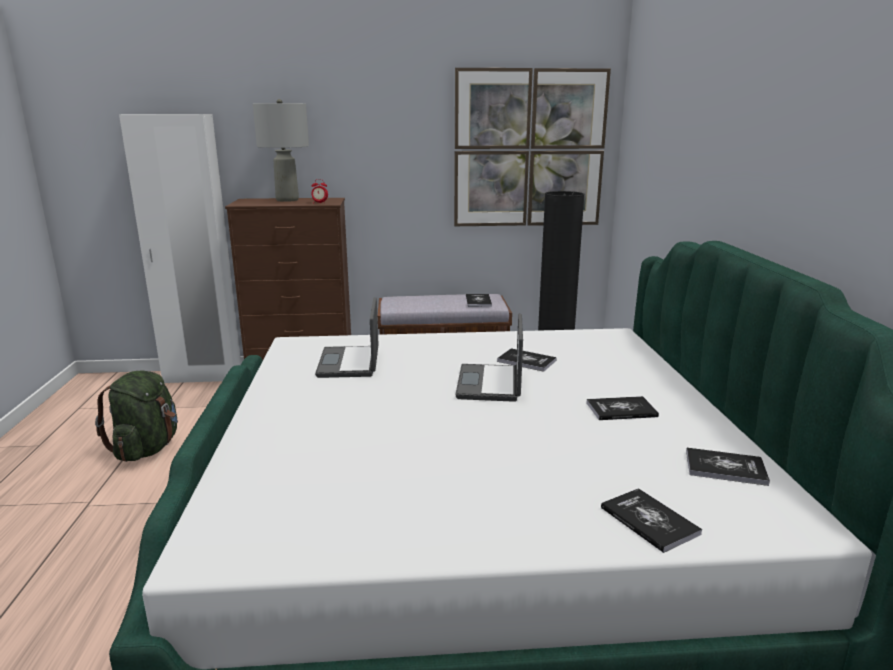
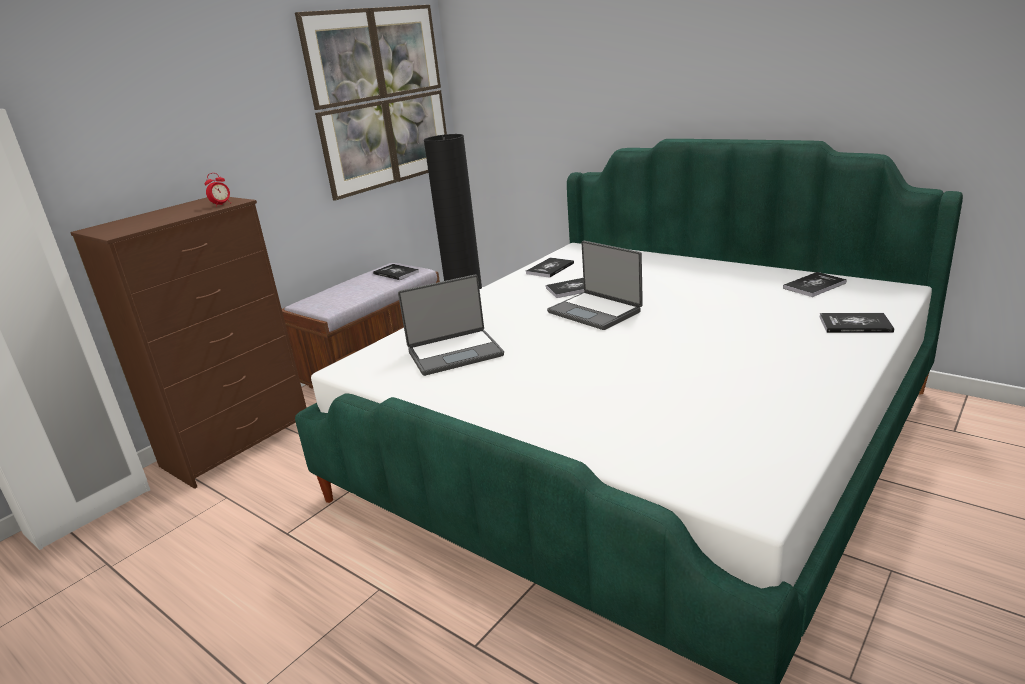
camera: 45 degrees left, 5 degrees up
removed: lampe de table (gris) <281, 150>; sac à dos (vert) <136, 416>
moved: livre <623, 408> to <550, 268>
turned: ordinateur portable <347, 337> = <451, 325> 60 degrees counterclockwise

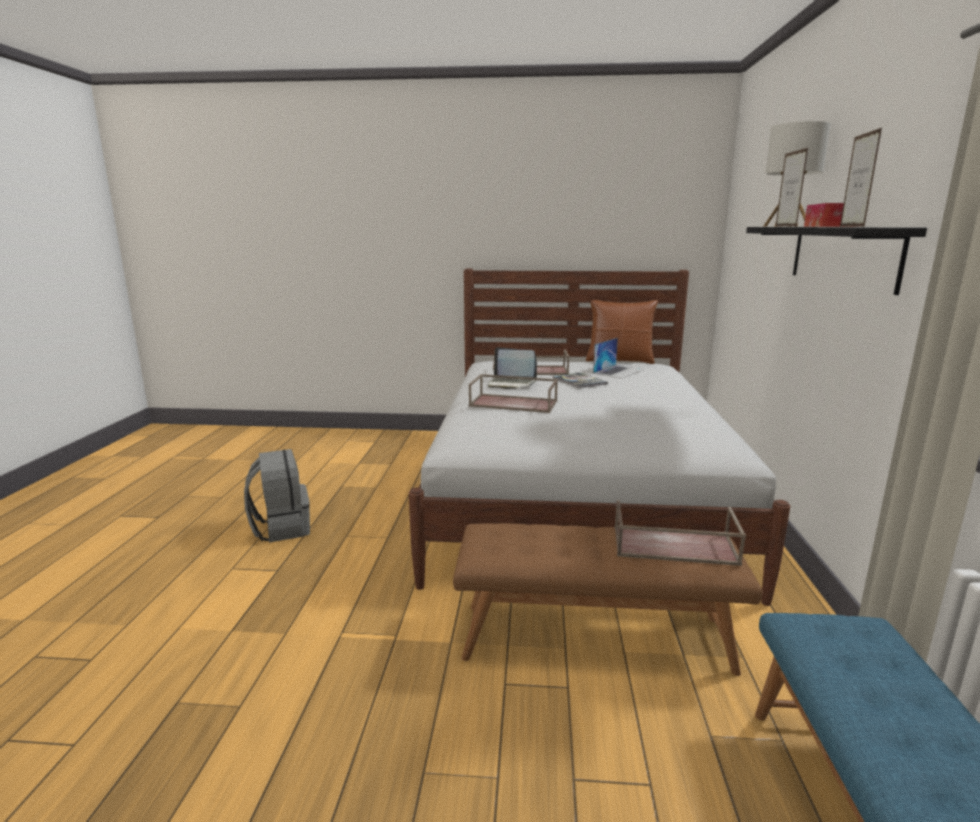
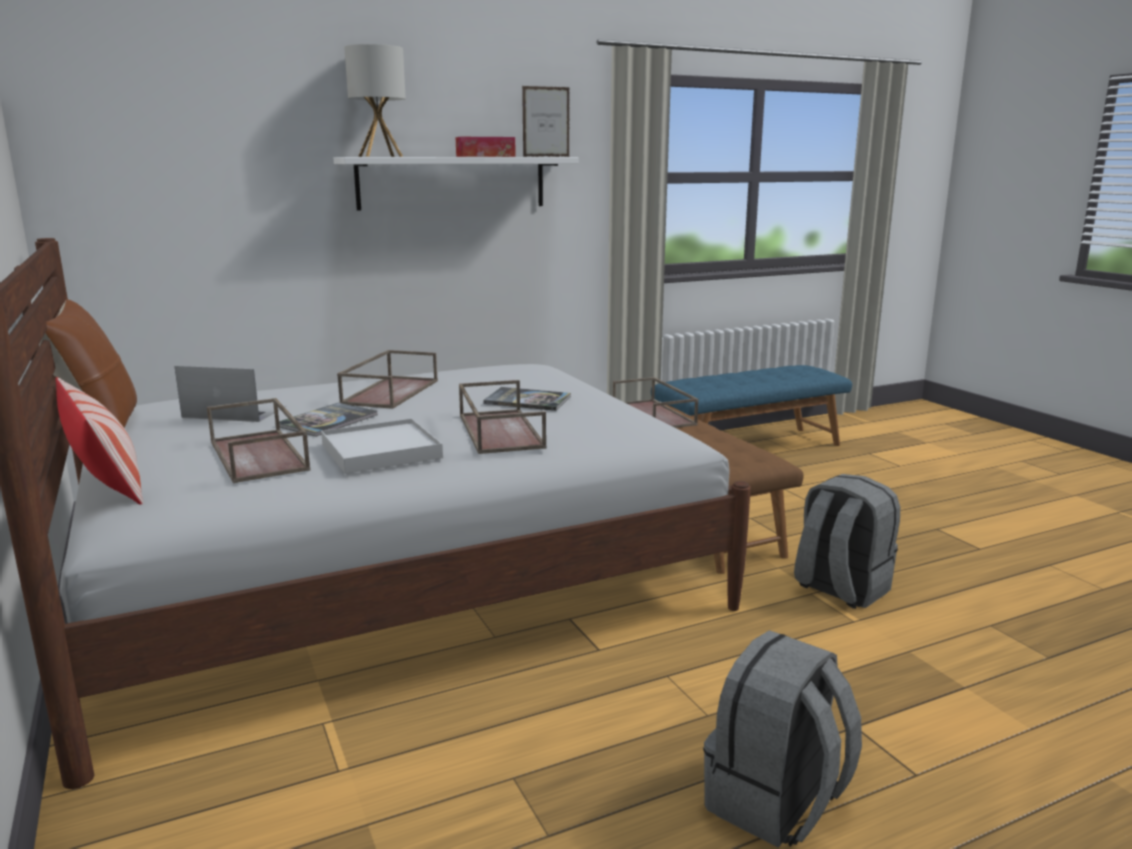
camera: 120 degrees left, 0 degrees up
removed: cadre photo <792, 187>
added: plateau (marron) <387, 379>; coussin <99, 441>; livre <527, 399>; sac à dos (gris) <847, 541>
replaced: ordinateur portable <512, 368> to plateau (blanc) <382, 446>
recoloured: étagère (noir) <836, 261> to étagère (blanc) <456, 184>

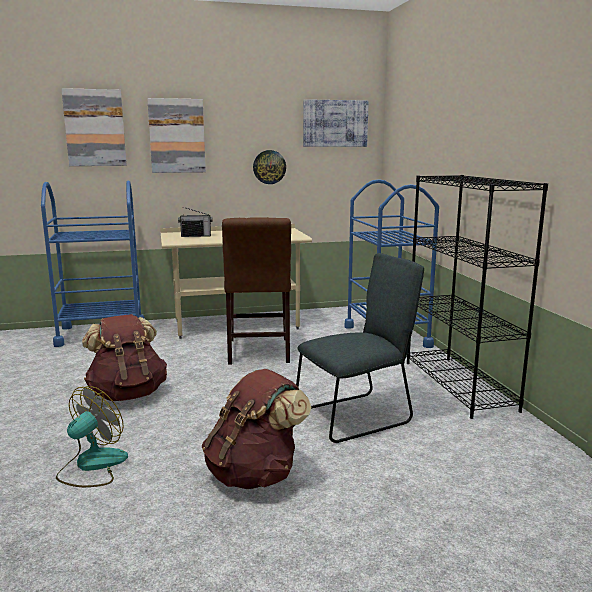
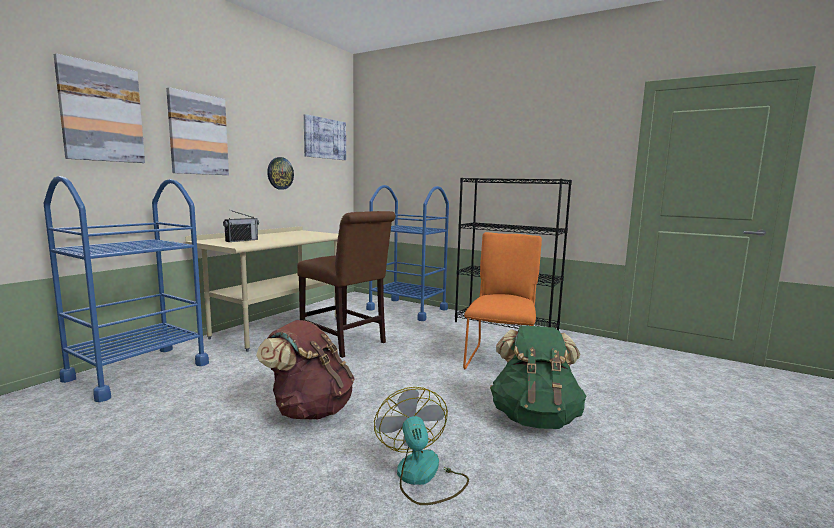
camera: 45 degrees left, 5 degrees down
recoloured: chaise (gris) <360, 348> to chaise (orange) <502, 300>; sac à dos (marron) <256, 429> to sac à dos (vert) <538, 377>

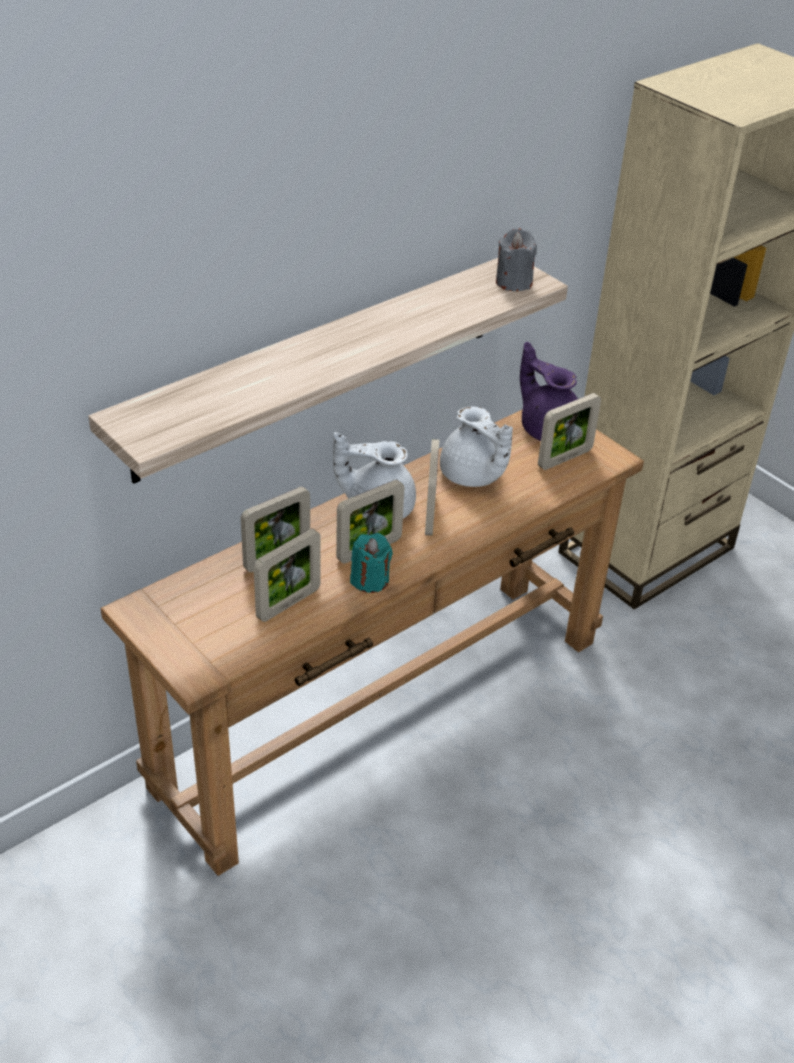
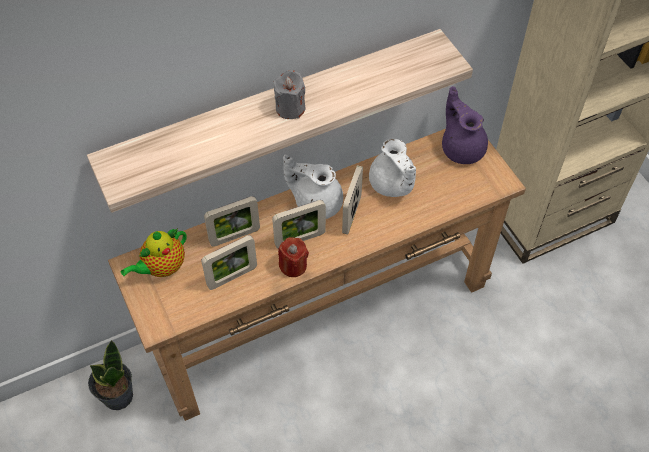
camera: 15 degrees right, 15 degrees up
removed: cadre photo <569, 431>
added: théière <154, 252>; plante en pot <110, 375>
moved: bougie (gris) <516, 259> to <289, 94>
recoloured: bougie (turquoise) <371, 563> to bougie (rouge) <293, 257>

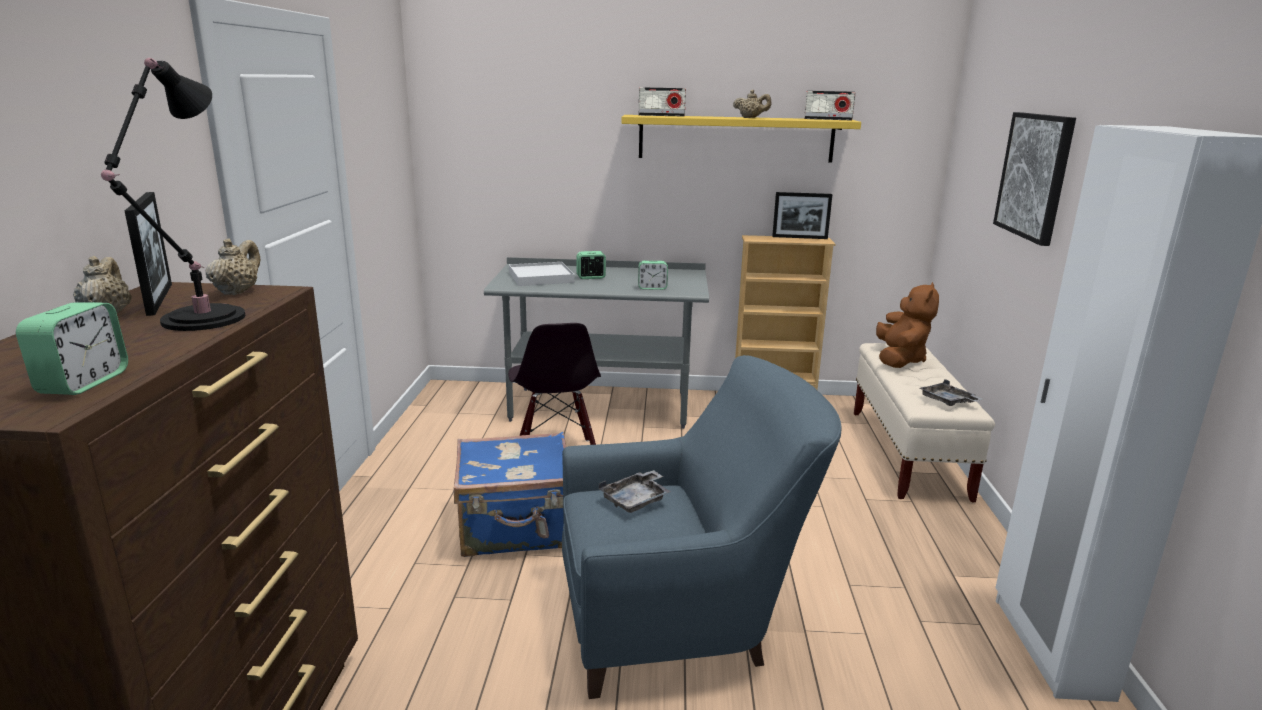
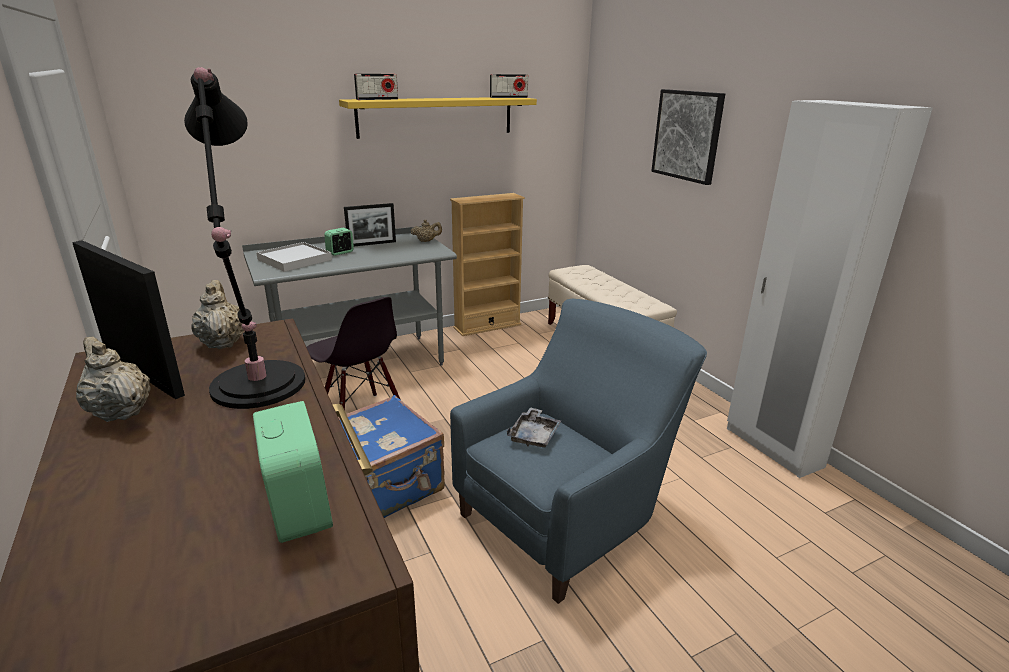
camera: 30 degrees left, 5 degrees up
removed: réveil <653, 275>; peluche (marron) <907, 325>; plateau (gris) <951, 392>
moved: théière (beige) <752, 104> to <426, 231>; cadre photo <802, 215> to <370, 224>

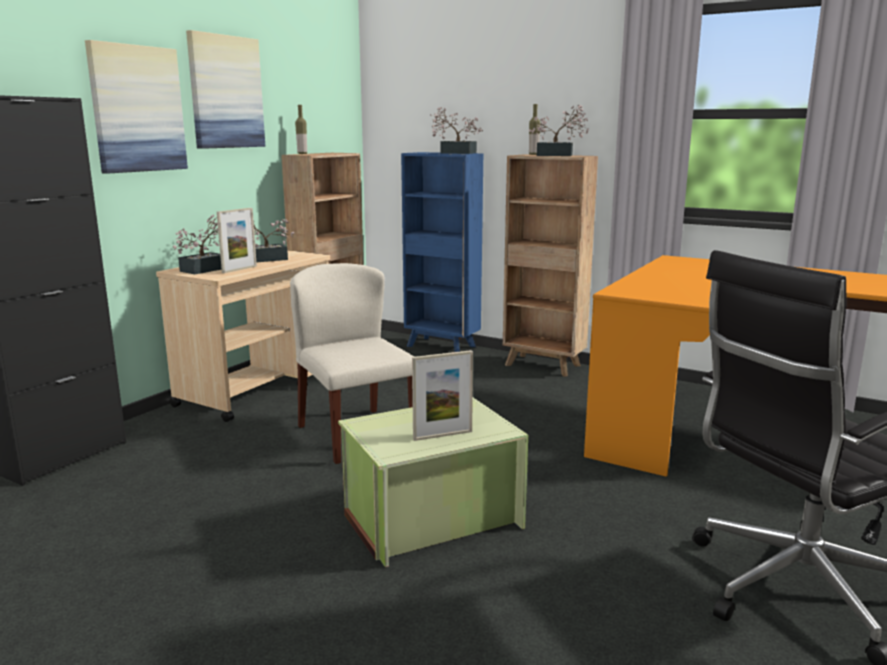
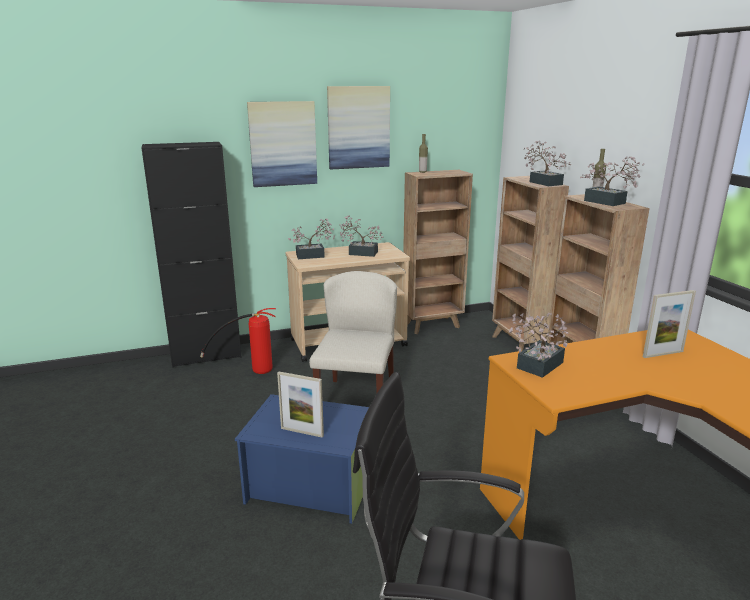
camera: 40 degrees right, 5 degrees up
added: extincteur <238, 341>; plante en pot <538, 345>
moved: cadre photo <237, 240> to <669, 324>
recoloured: bibliothèque (bleu) <442, 252> to bibliothèque (marron) <530, 263>; boîte de rangement (vert) <433, 482> to boîte de rangement (bleu) <302, 459>

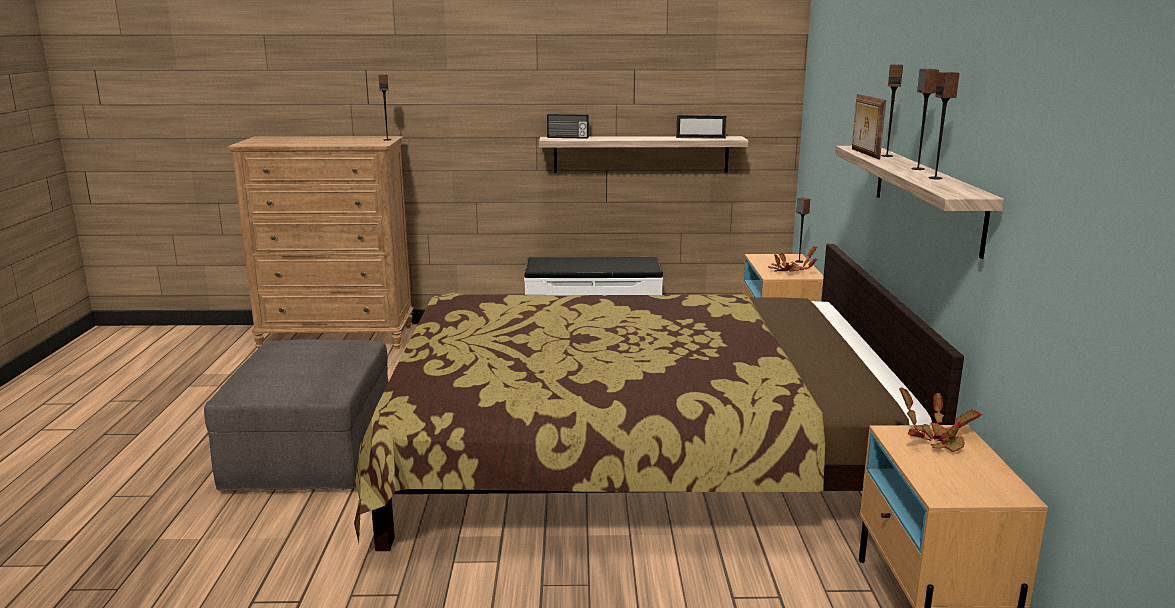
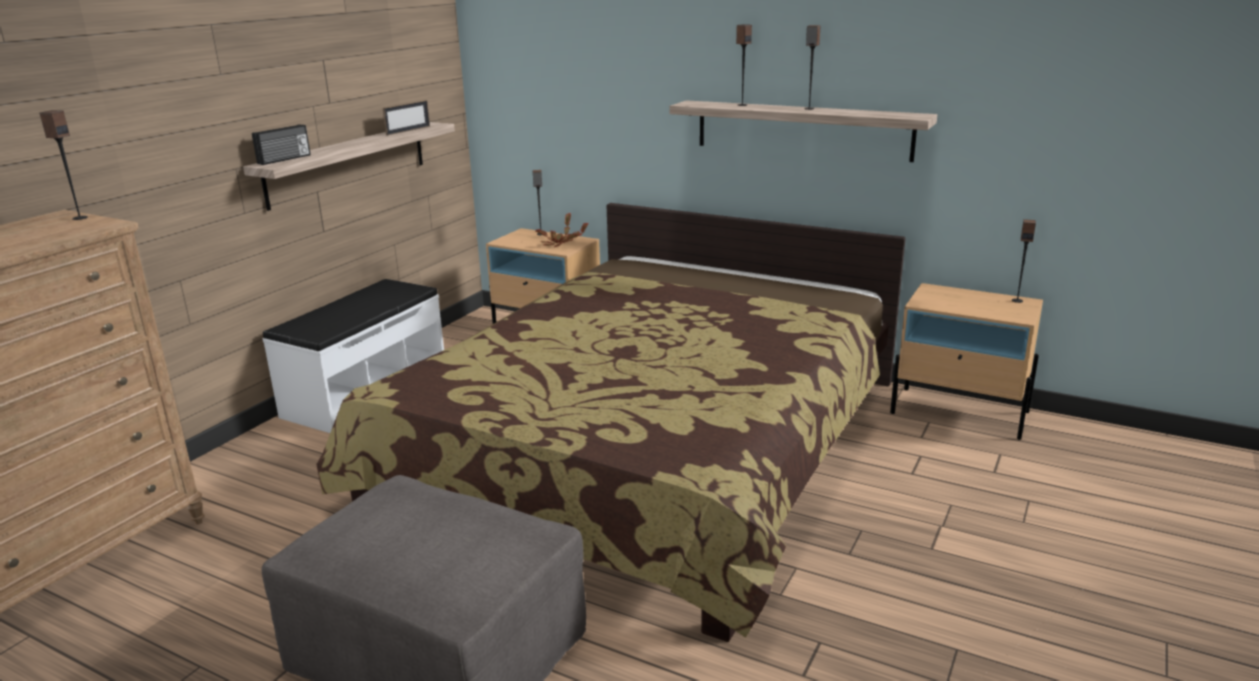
camera: 60 degrees left, 5 degrees up
removed: cadre photo <869, 126>; plante en pot <940, 420>
moved: enceinte <944, 126> to <1024, 261>

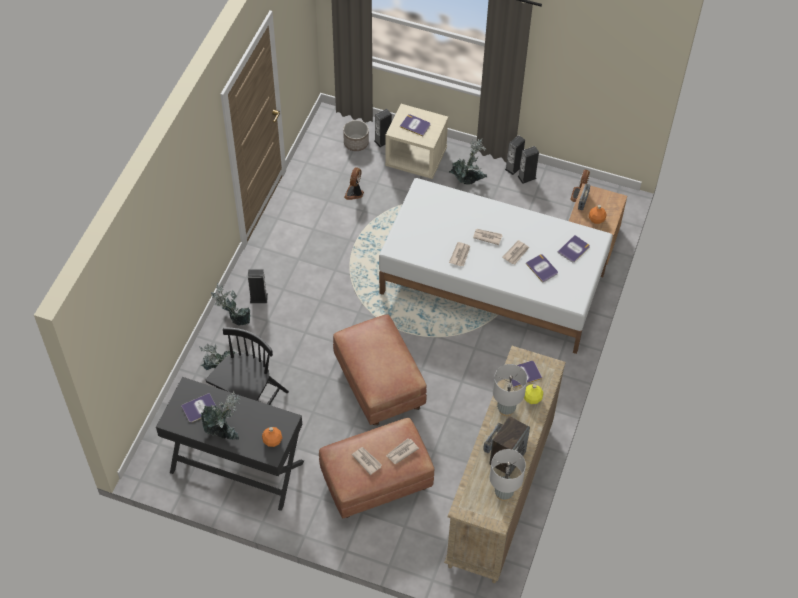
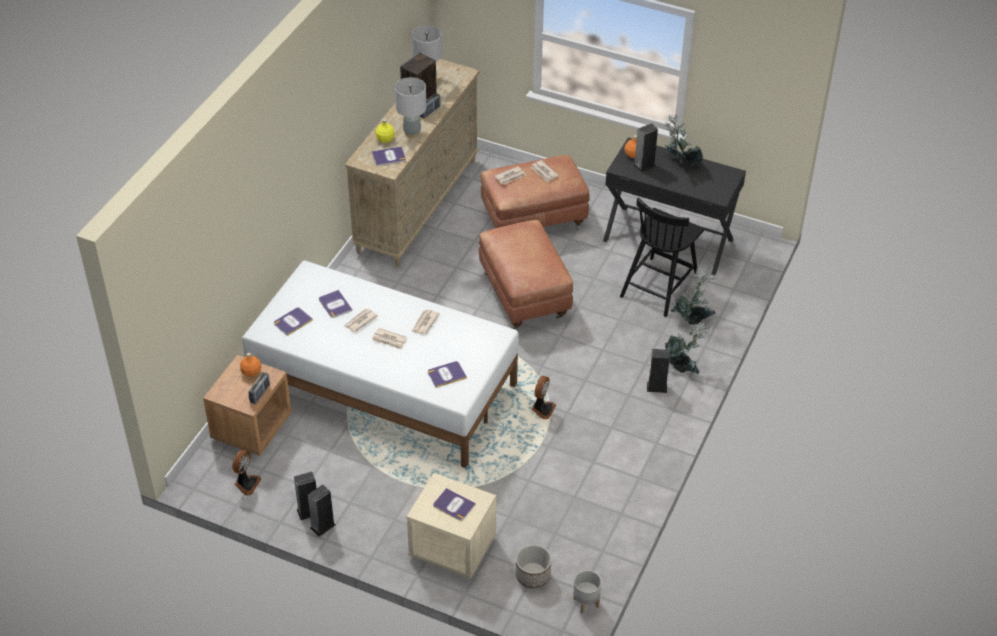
camera: 175 degrees left, 10 degrees down
removed: plante en pot <468, 162>
added: cache-pot (gris) <587, 592>
moved: enceinte <383, 128> to <645, 147>; ventilateur <354, 183> to <543, 397>; livre <198, 408> to <447, 374>

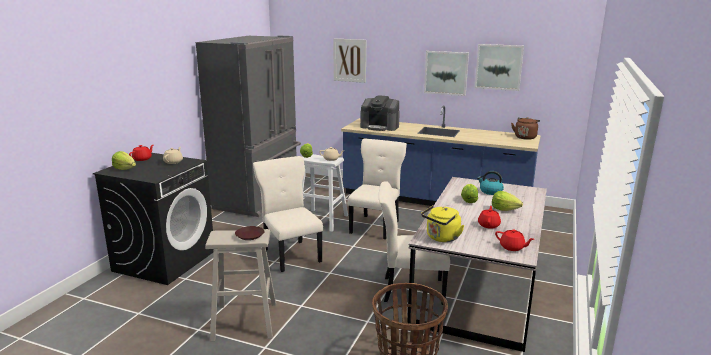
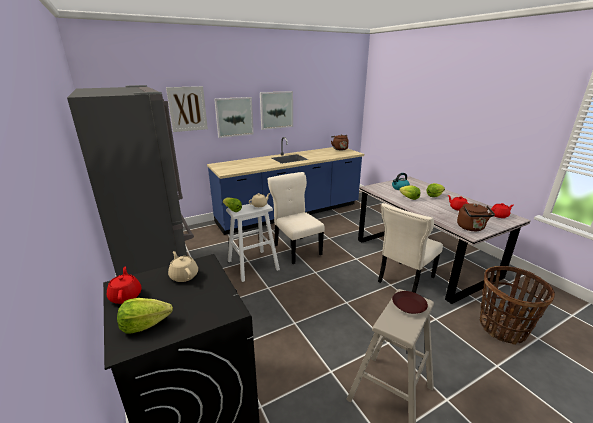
camera: 50 degrees left, 5 degrees up
removed: machine à café <380, 113>; chaise (beige) <288, 214>
moved: tableau <499, 67> to <234, 117>
recoloured: bouilloire (jaune) <442, 223> to bouilloire (marron) <476, 217>

